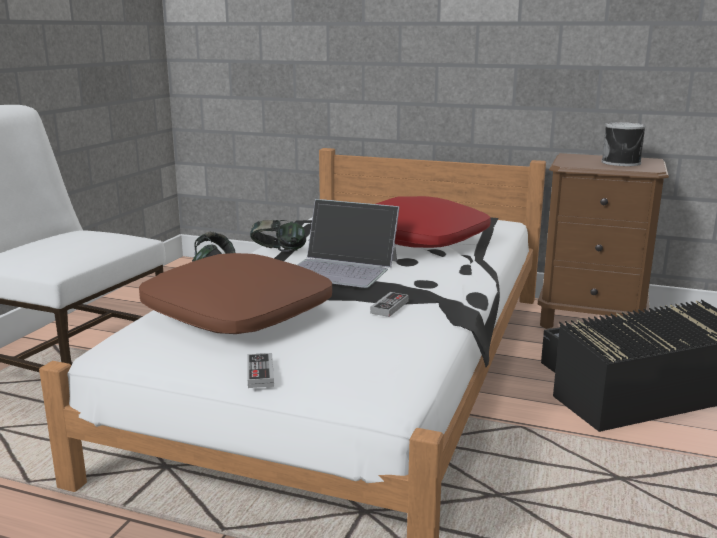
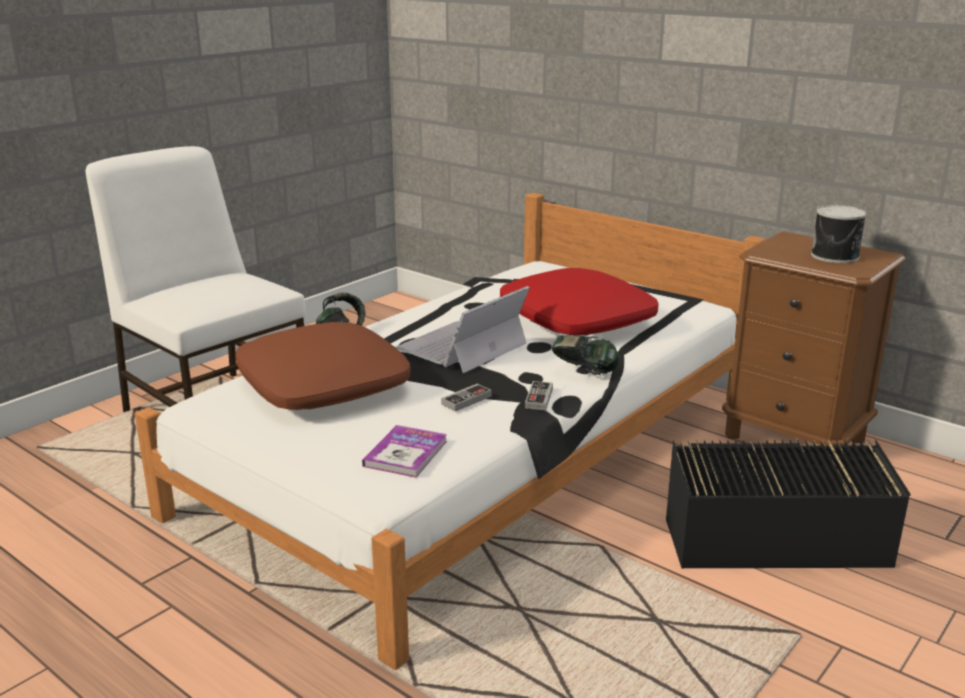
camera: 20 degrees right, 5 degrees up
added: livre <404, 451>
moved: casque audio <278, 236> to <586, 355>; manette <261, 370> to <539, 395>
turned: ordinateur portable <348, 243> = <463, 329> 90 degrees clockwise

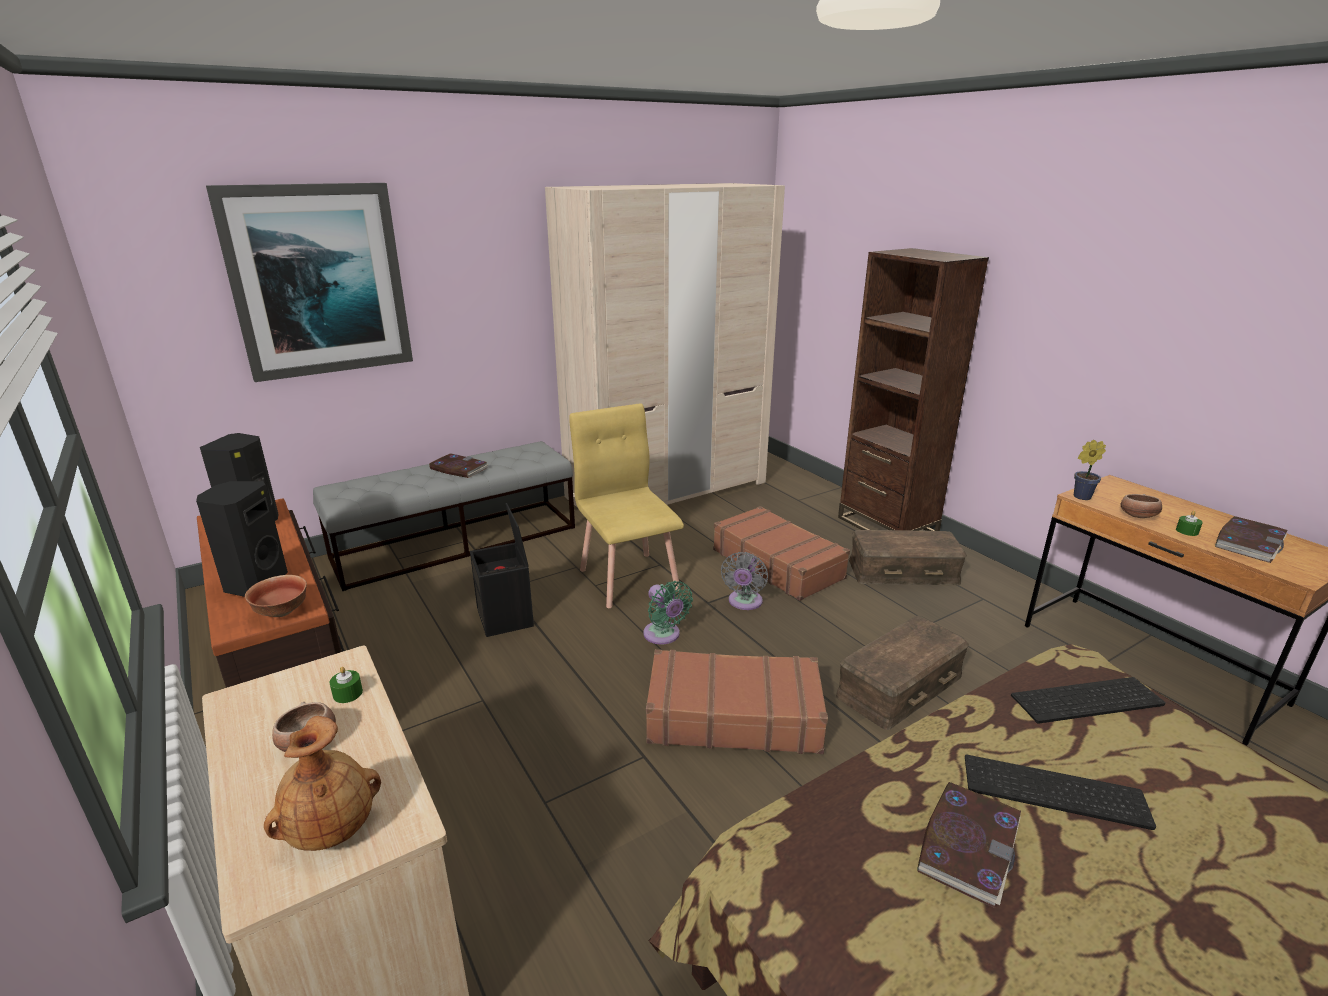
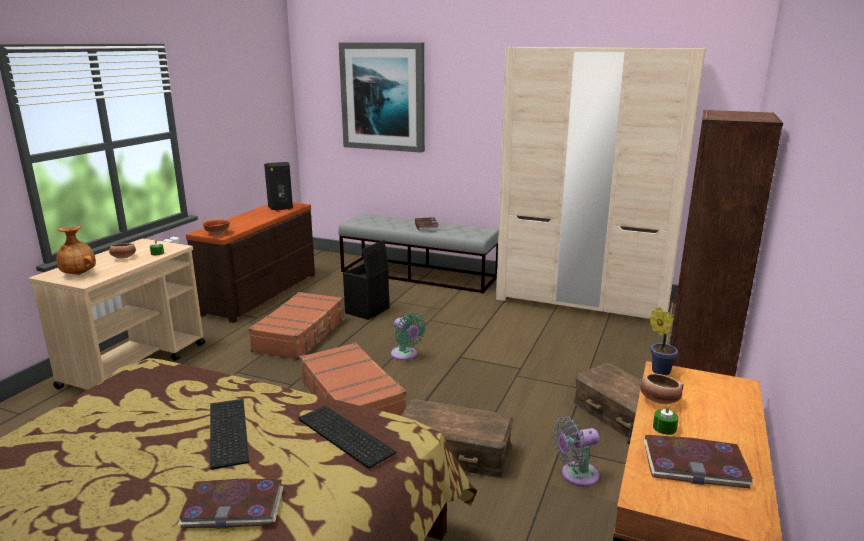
camera: 55 degrees right, 5 degrees down
removed: chaise (jaune) <626, 505>; enceinte (noir) <242, 539>
moved: valise (marron) <781, 553> to <296, 326>; ventilateur (gris) <744, 581> to <576, 451>; livre <969, 845> to <230, 504>
turned: ventilateur (vert) <668, 613> = <408, 336> 60 degrees counterclockwise

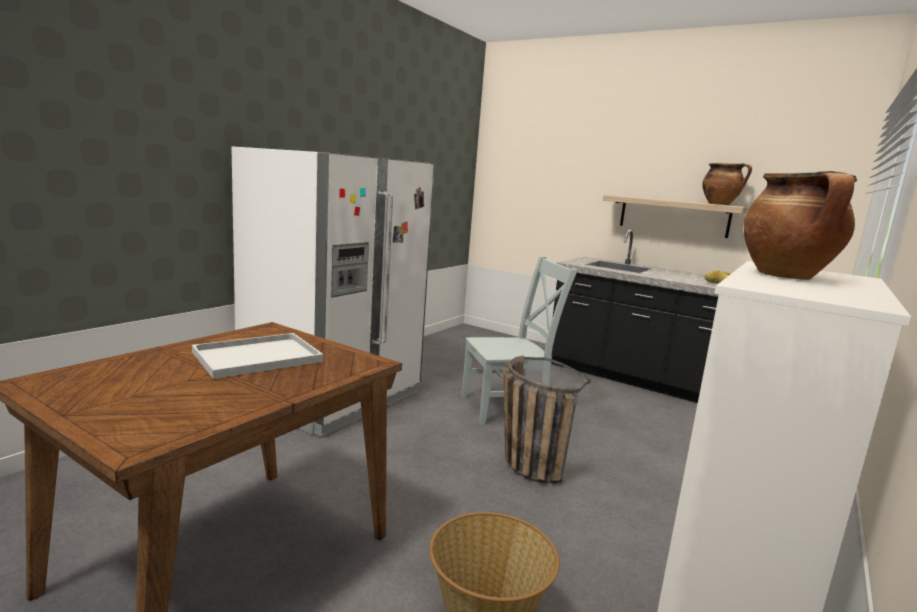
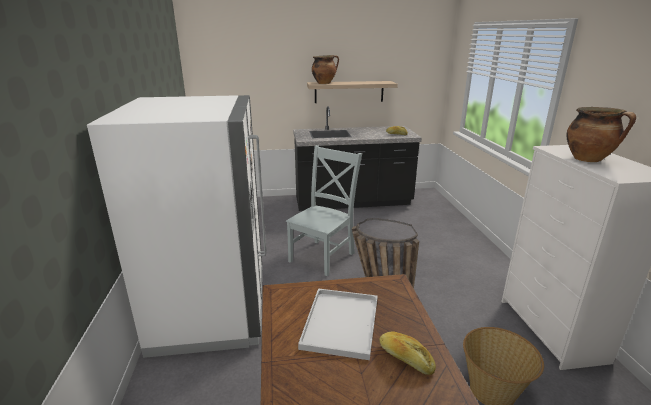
camera: 40 degrees left, 10 degrees up
added: pain <407, 353>
moved: marmite <727, 184> to <325, 69>

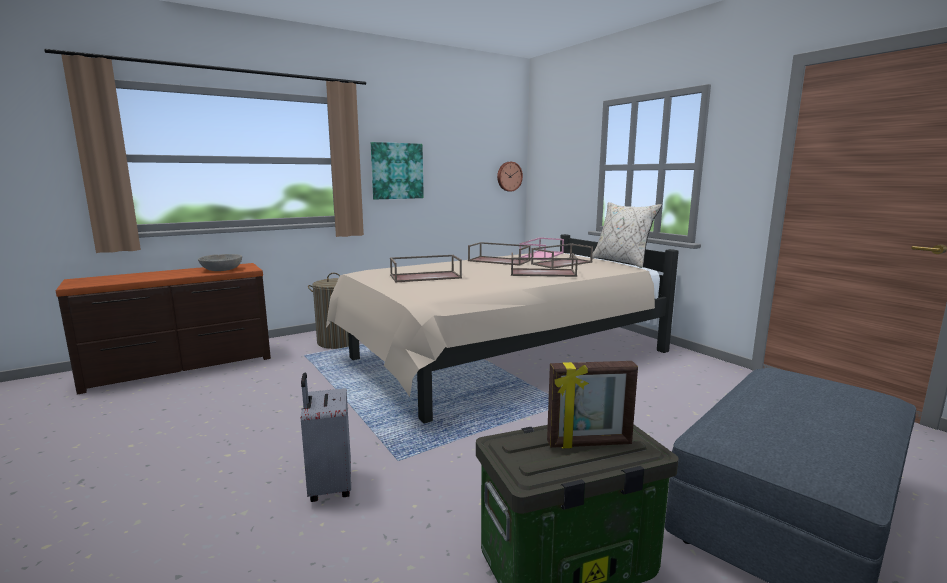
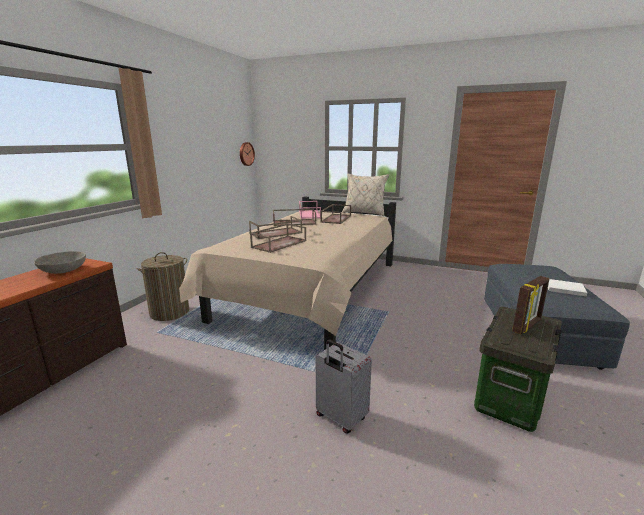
camera: 35 degrees left, 5 degrees up
removed: tableau <397, 170>
added: livre (blanc) <567, 288>
moved: plateau (marron) <544, 265> to <275, 227>

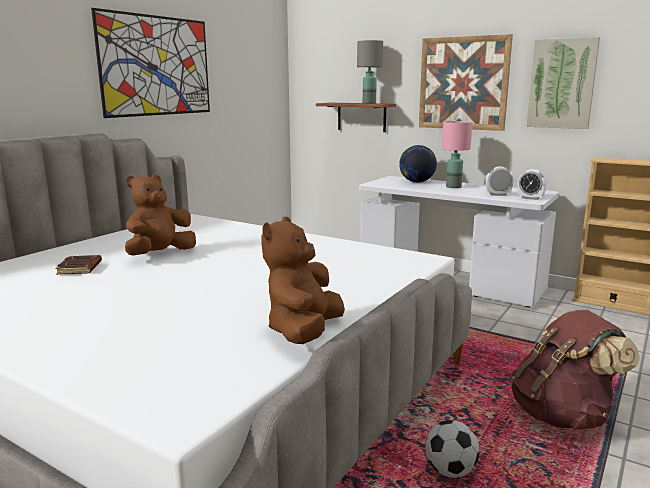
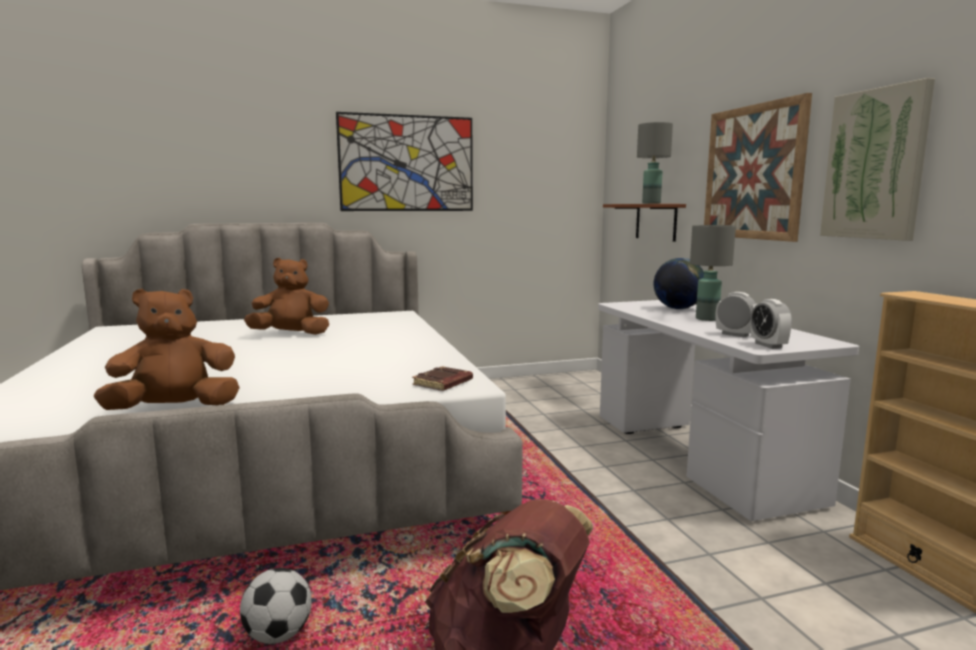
camera: 40 degrees right, 5 degrees down
moved: livre (marron) <78, 265> to <442, 378>
recoloured: lampe de table (rose) <457, 154> to lampe de table (gris) <713, 273>

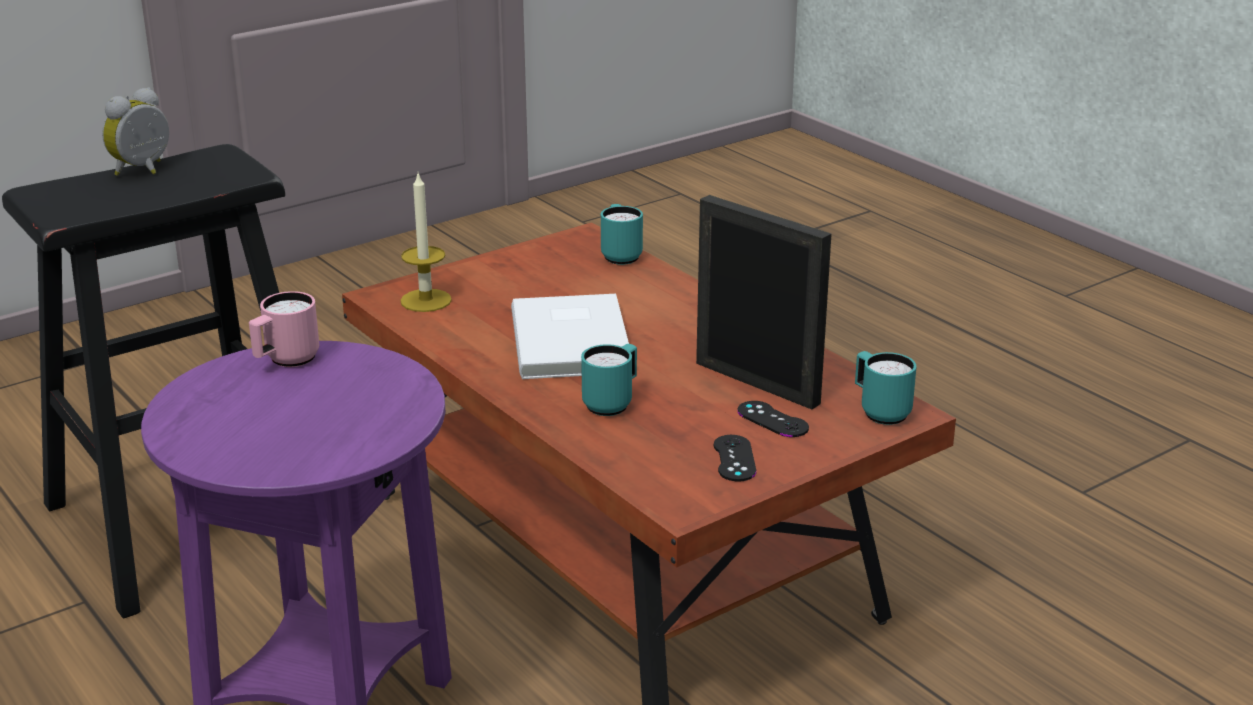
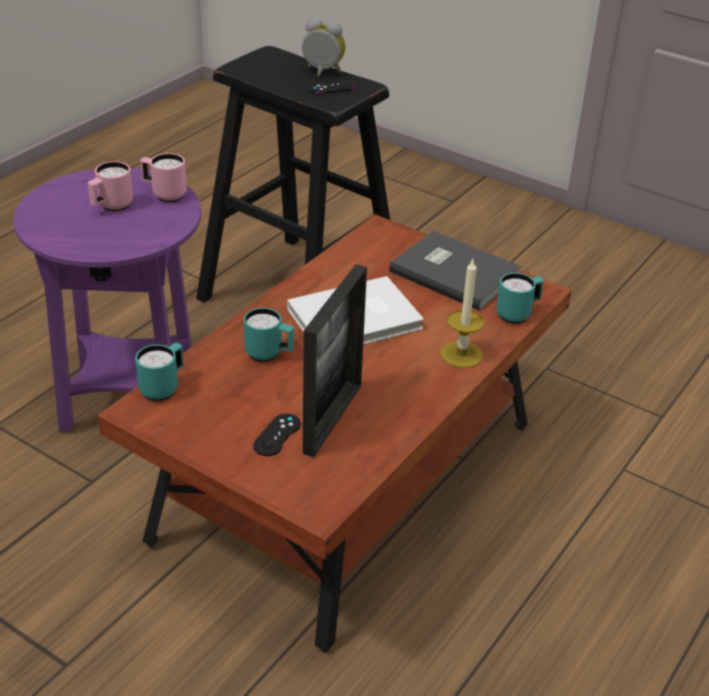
camera: 70 degrees right, 10 degrees up
added: mug (rose) <110, 186>; livre (gris) <455, 271>
moved: bougie <426, 243> to <462, 313>; mug (turquoise) <886, 388> to <159, 372>; manette (noir) <735, 458> to <333, 86>

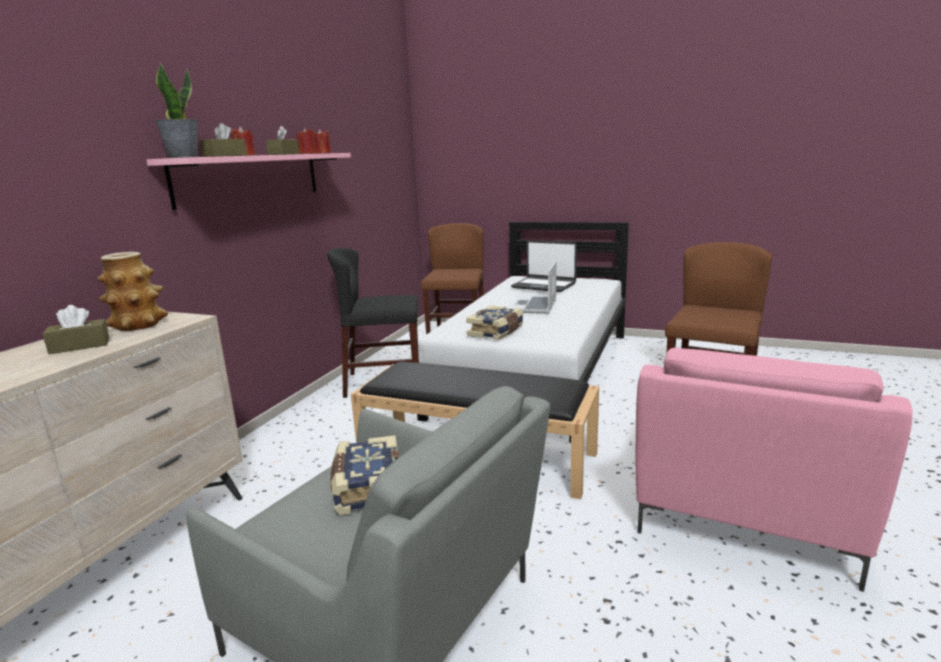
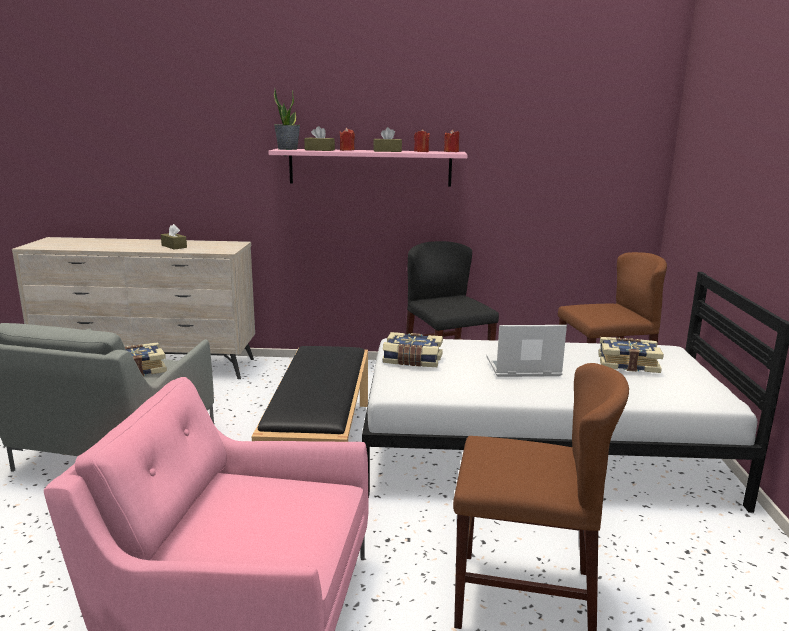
camera: 70 degrees right, 0 degrees up
removed: vase <132, 291>
replaced: ordinateur portable <544, 266> to livre <631, 355>

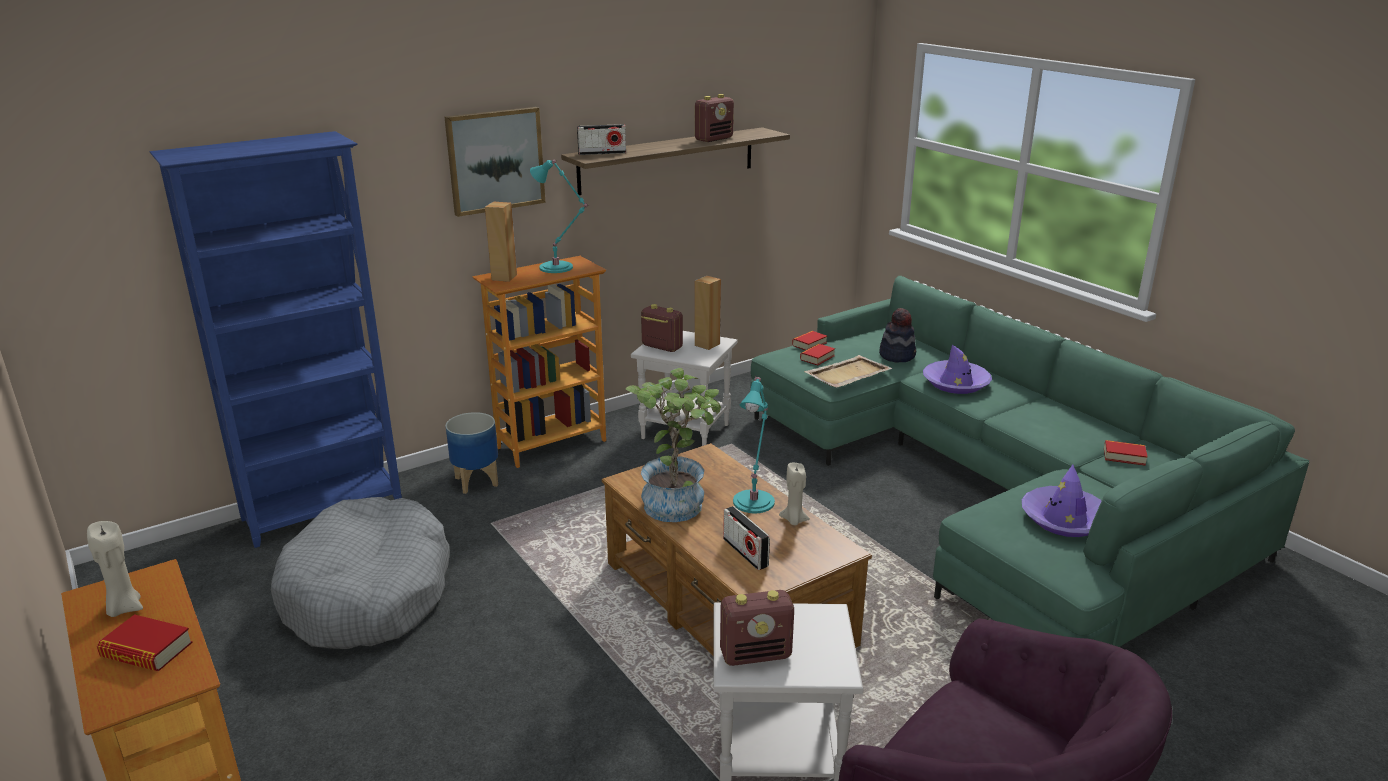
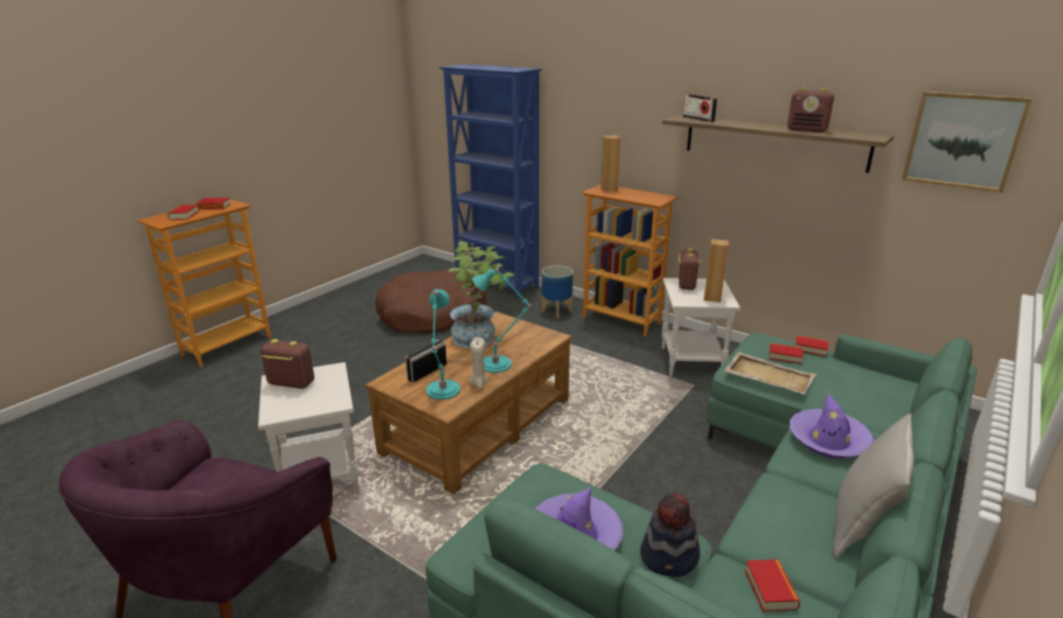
camera: 70 degrees right, 0 degrees up
added: coussin (gris) <873, 485>
moved: tableau <495, 162> to <967, 142>; lampe de table (turquoise) <559, 216> to <443, 344>; chapeau <897, 335> to <670, 534>
replaced: bougie (beige) <115, 569> to livre <213, 203>
recoloured: panier pour chien (gris) <360, 573> to panier pour chien (marron) <431, 301>
turned: radio <757, 628> = <287, 364> 135 degrees clockwise

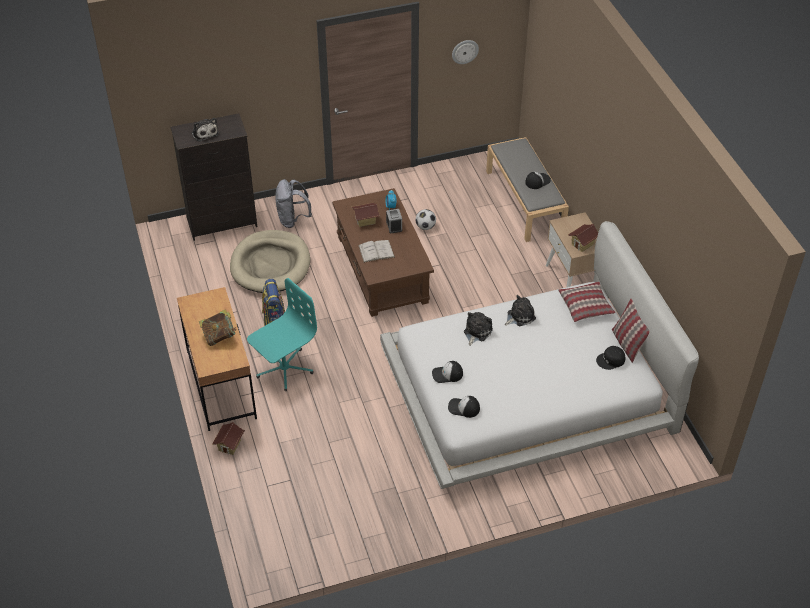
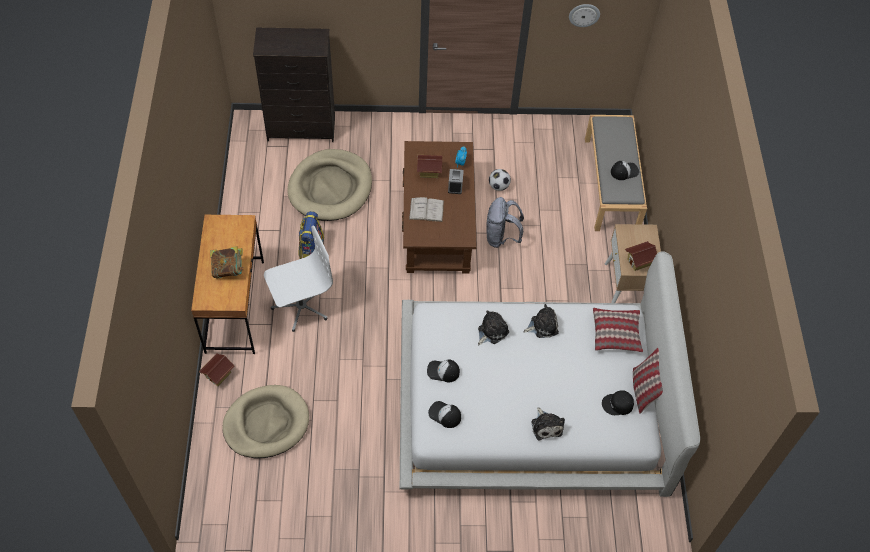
camera: 15 degrees right, 10 degrees up
added: panier pour chien (beige) <265, 421>
moved: peluche <205, 130> to <548, 423>; sac à dos (gris) <293, 203> to <505, 222>
recoloured: chaise de bureau (turquoise) <282, 334> to chaise de bureau (blanc) <298, 279>

